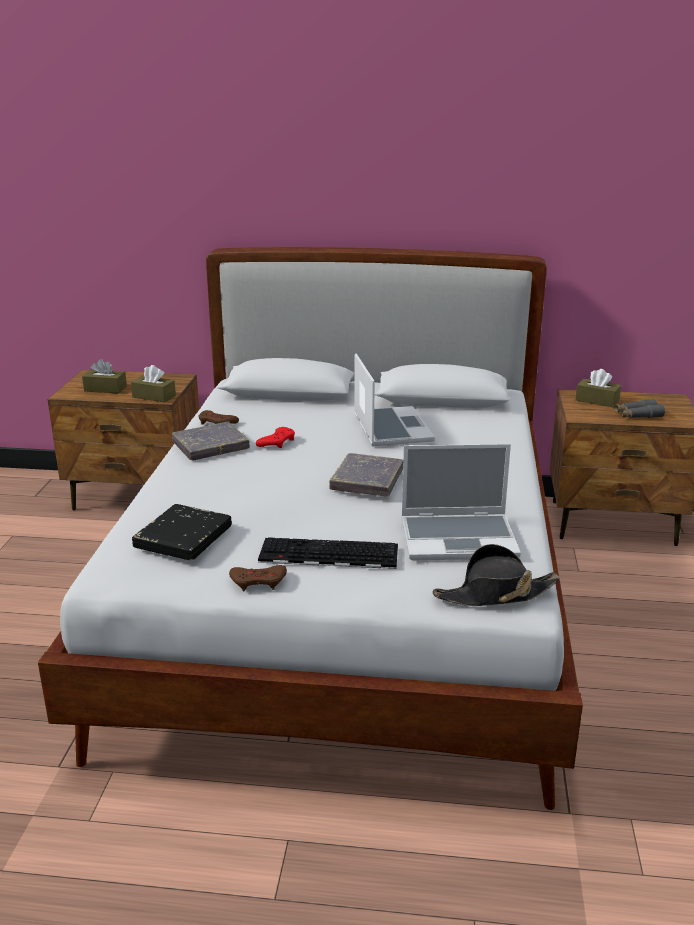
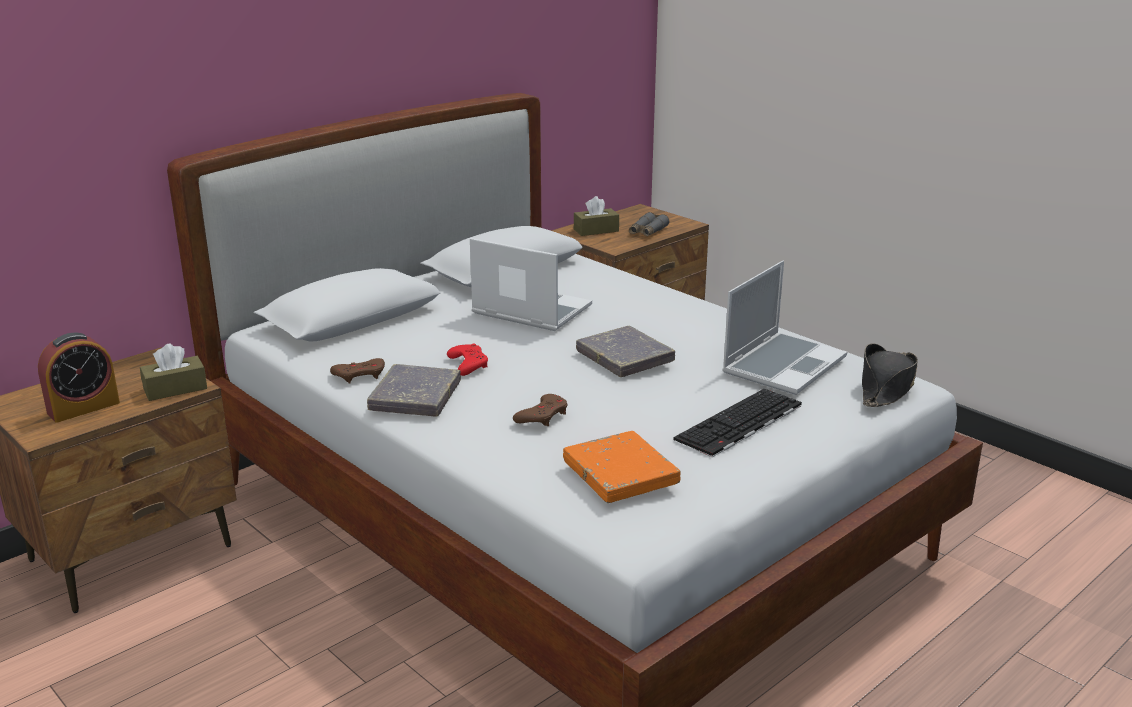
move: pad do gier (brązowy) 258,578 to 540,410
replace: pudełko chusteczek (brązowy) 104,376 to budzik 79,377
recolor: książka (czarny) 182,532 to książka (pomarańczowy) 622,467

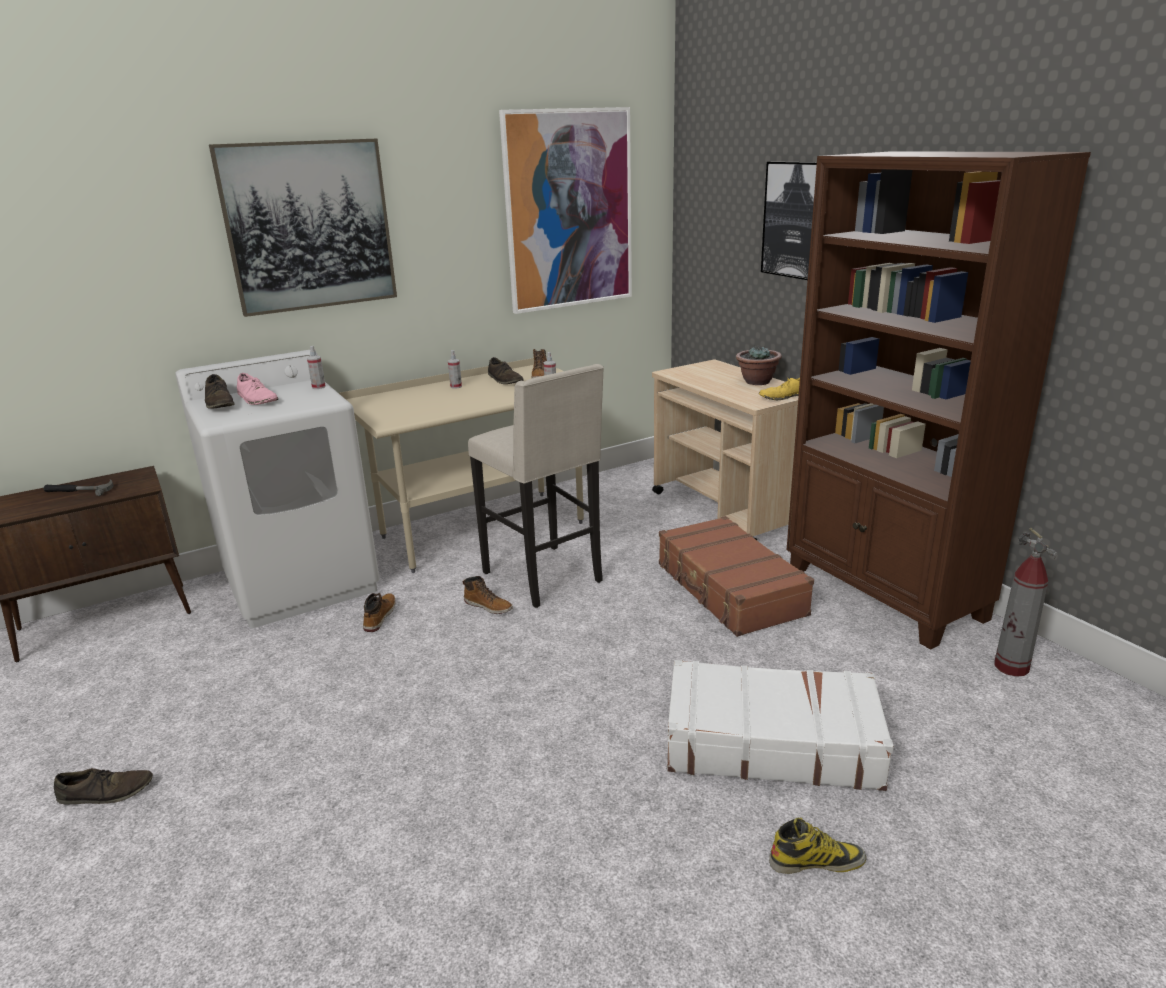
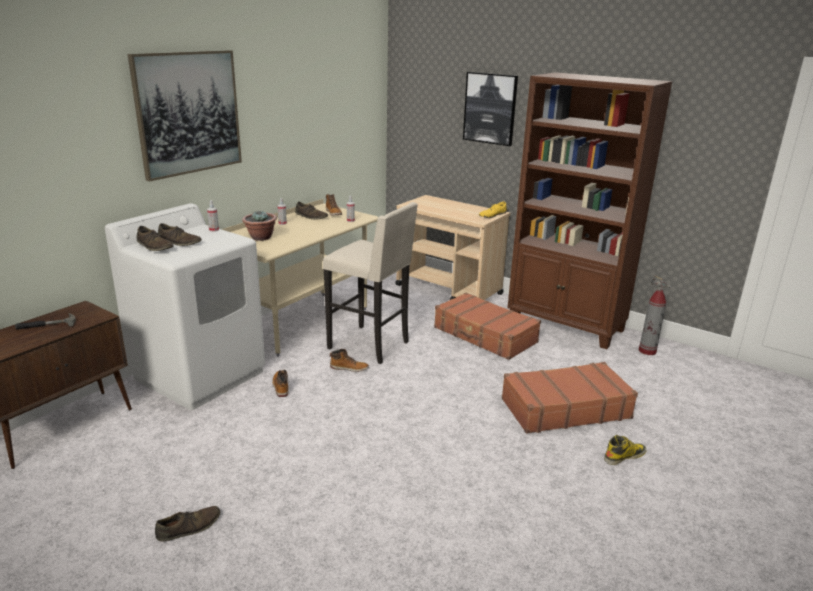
delete: obraz 565,210
move: roślina doniczkowa 759,365 to 259,225
recolor: but (różowy) 257,389 to but (brązowy) 180,234; walizka (biały) 780,725 to walizka (brązowy) 570,398

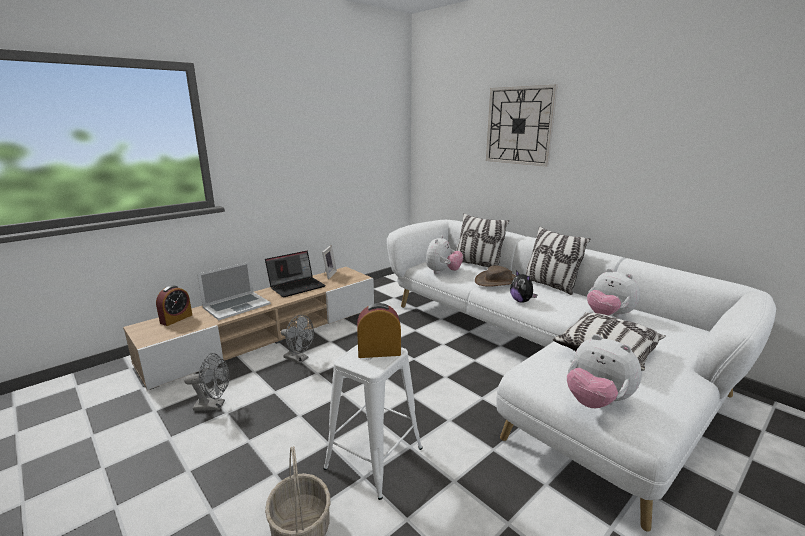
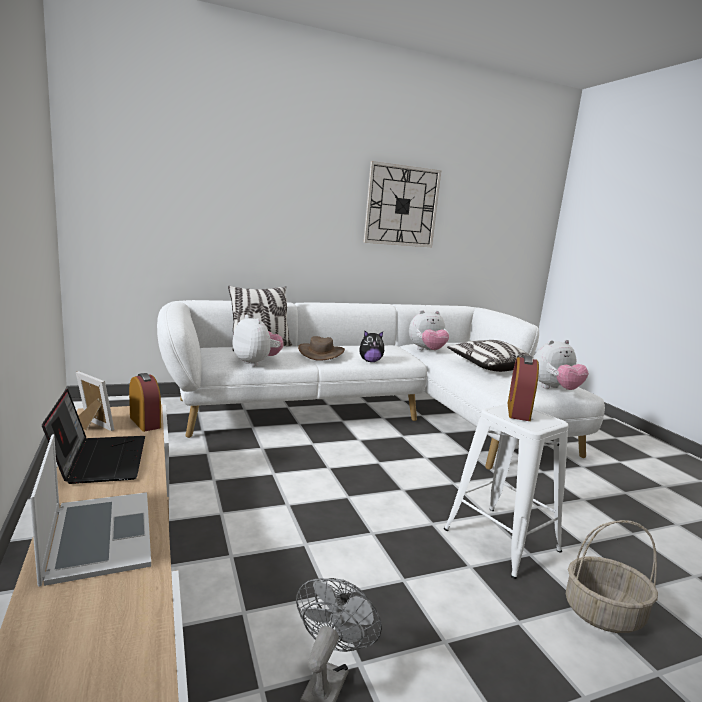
delete: wentylator (szary) 297,339; poduszka 557,260
move: budzik 174,305 to 145,402; zegar ścienny 522,126 to 402,204

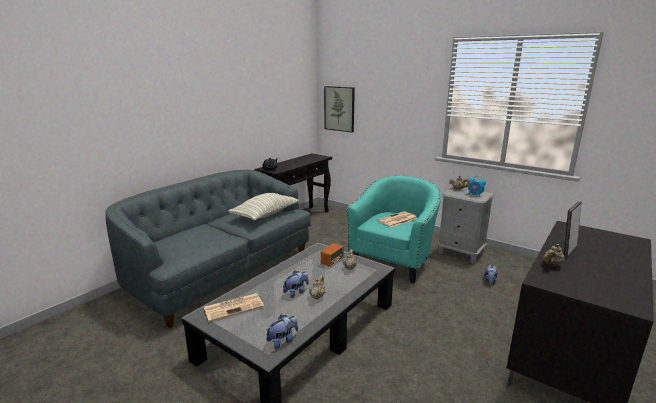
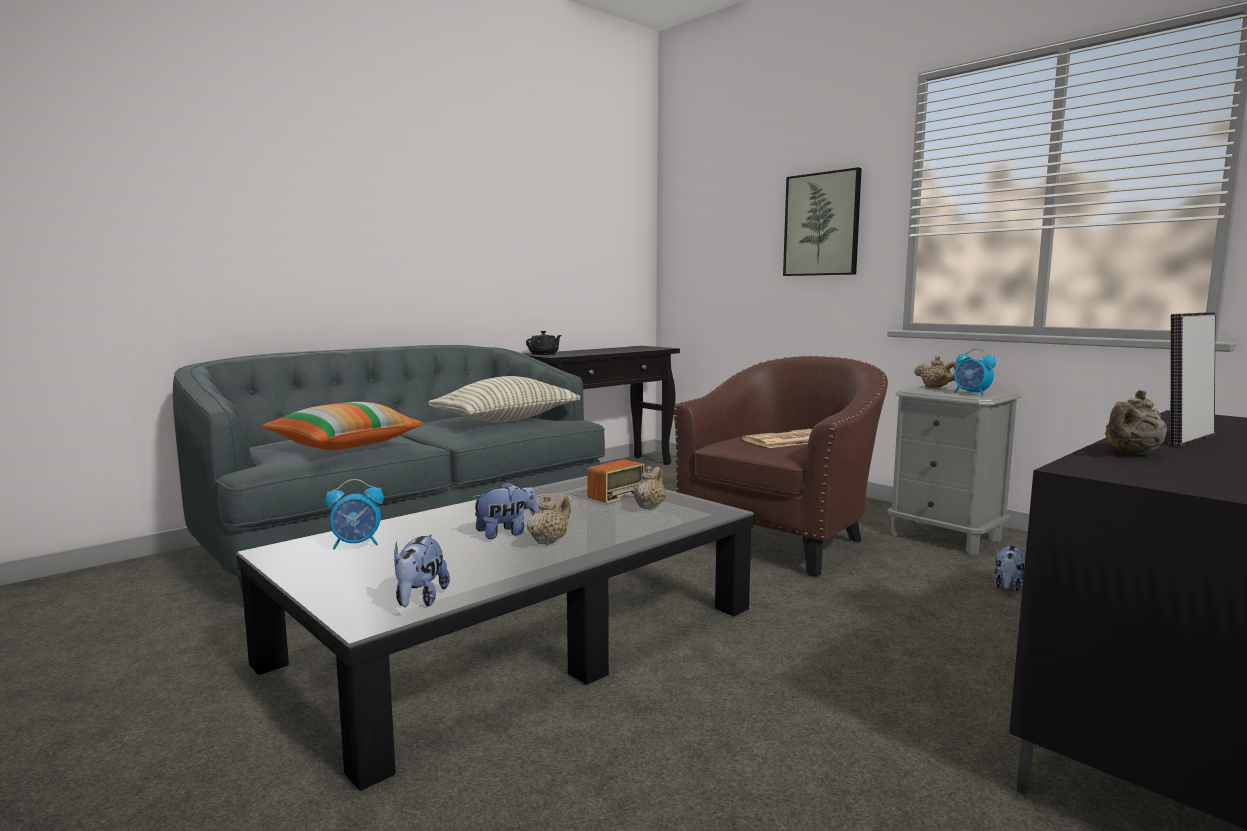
insert: poduszka 343,426
move: obraz 339,109 to 822,221
replace: gazeta 234,307 to budzik 354,514
recolor: fotel (turkusowy) 394,229 to fotel (brązowy) 781,466
rotate: pluszak 282,332 = 422,570 120 degrees clockwise

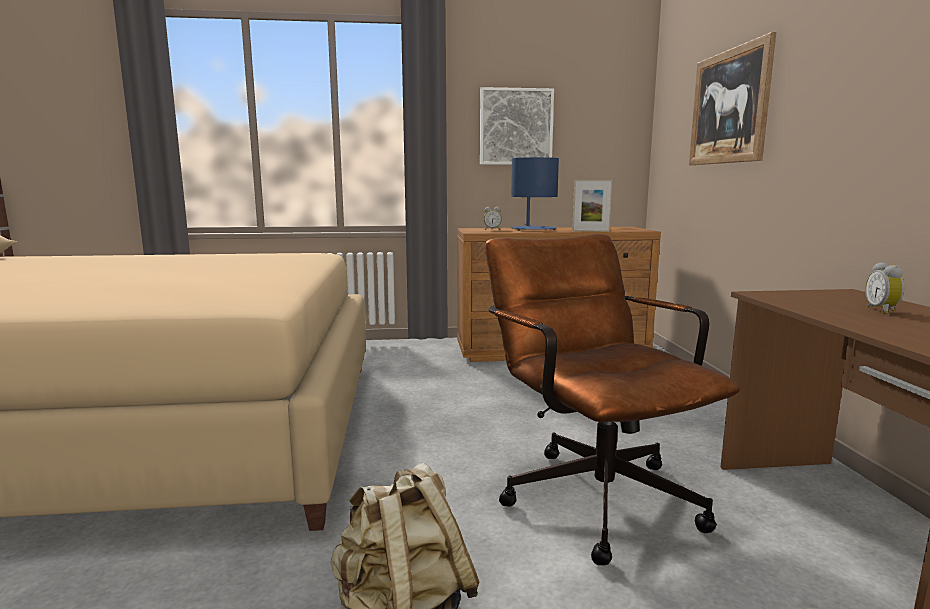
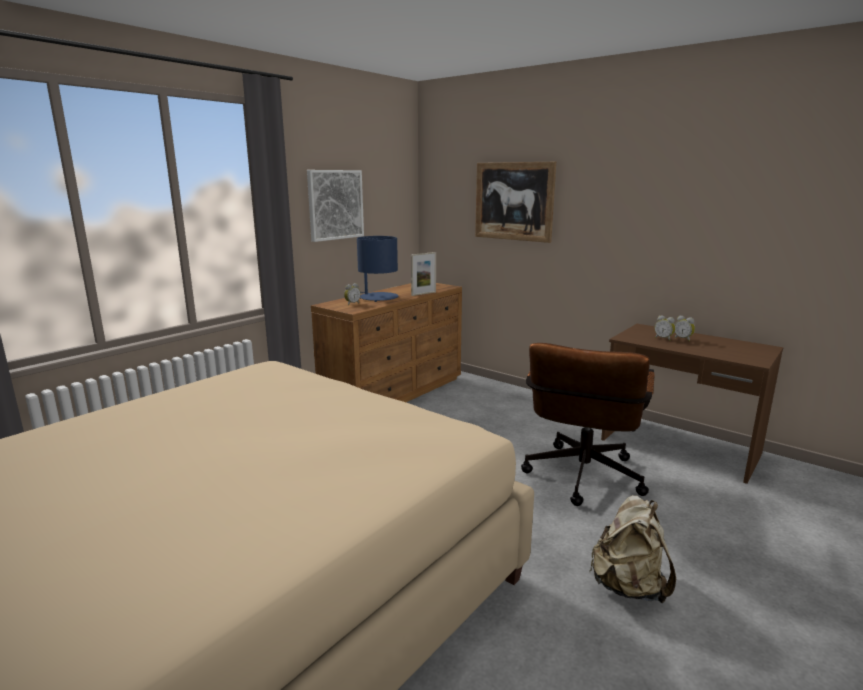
insert: budzik 664,328
rotate: krzesło biurowe (brązowy) 612,400 = 588,424 90 degrees counterclockwise

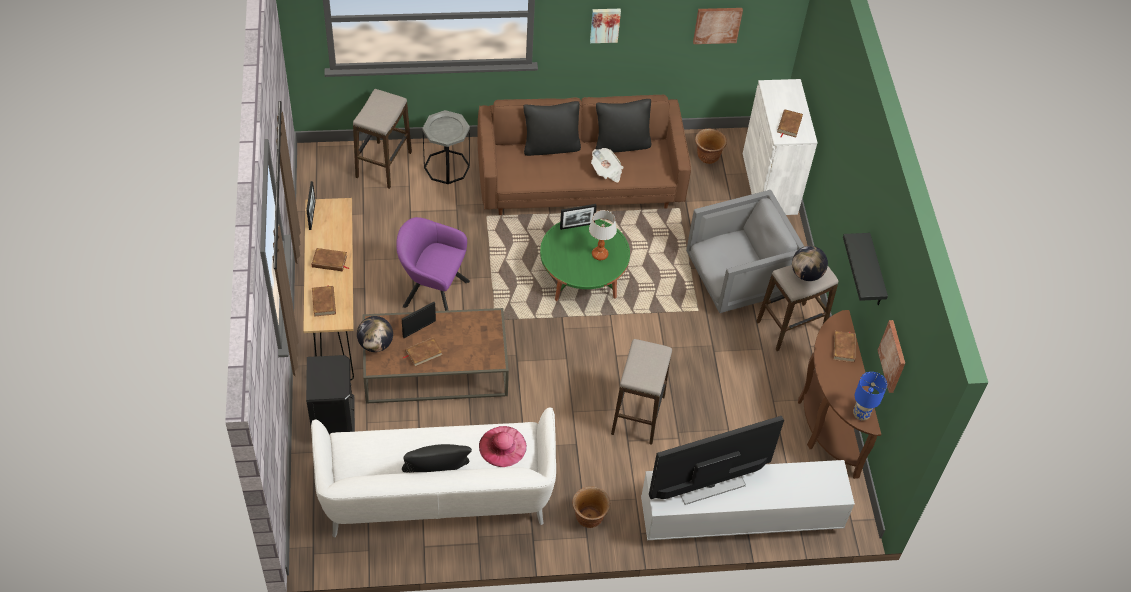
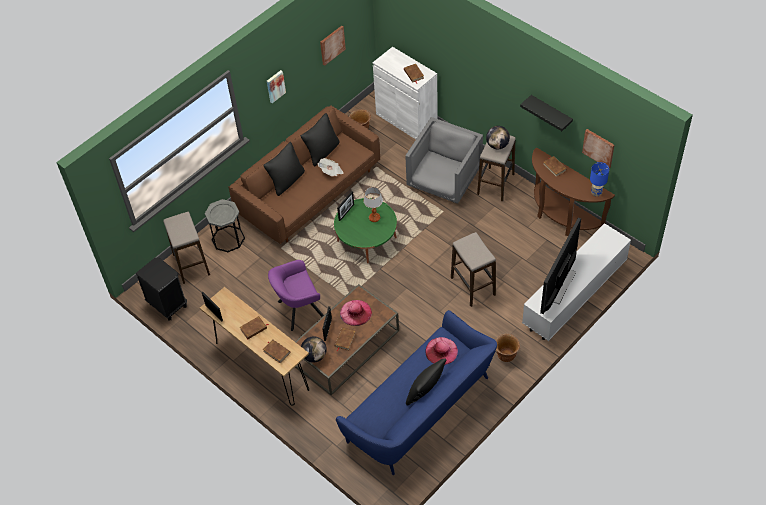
insert: kapelusz (różowy) 356,313
move: szafka nocna (czarny) 330,394 to 161,289
recolor: kanapa (biały) 433,472 to kanapa (niebieski) 416,392

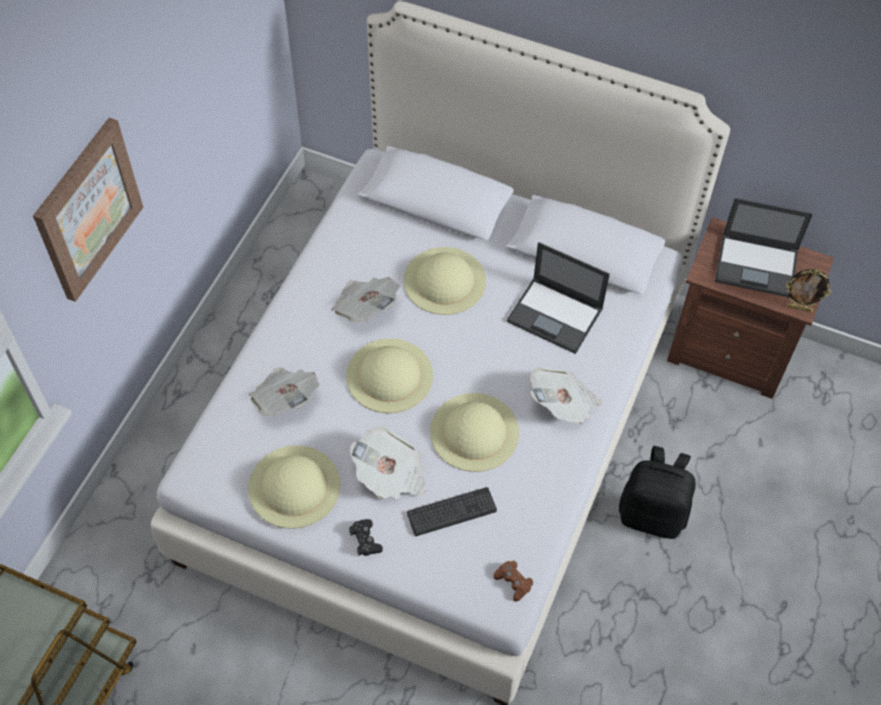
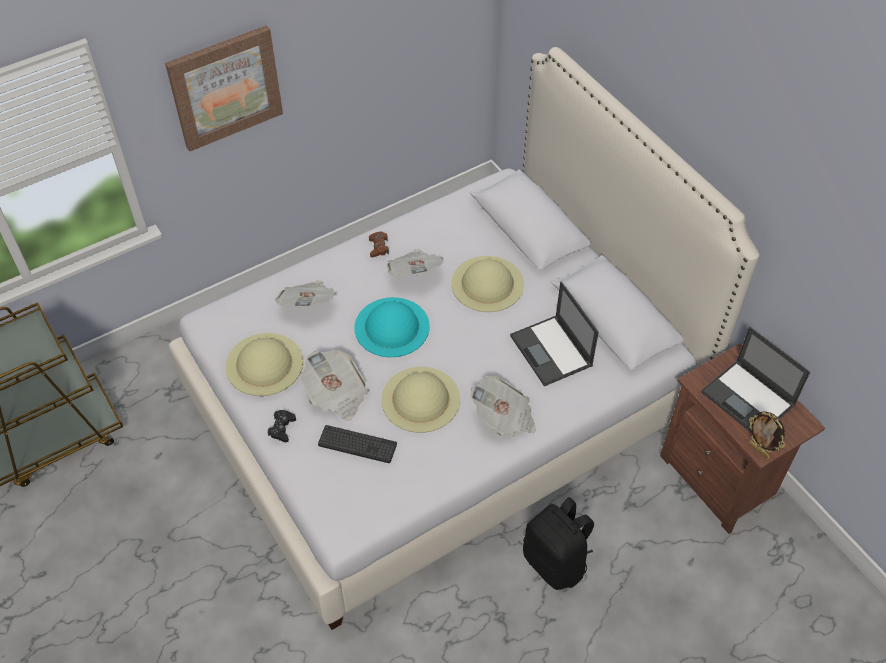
move: pad do gier (brązowy) 513,581 to 379,245
recolor: kapelusz (beżowy) 389,375 to kapelusz (turkusowy) 392,327

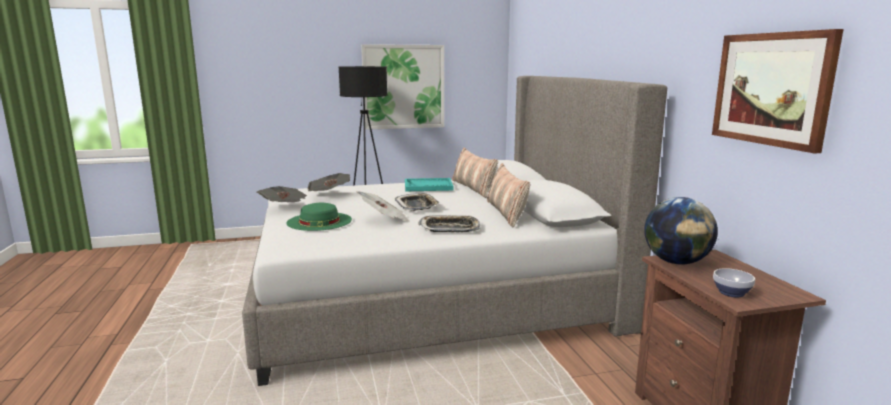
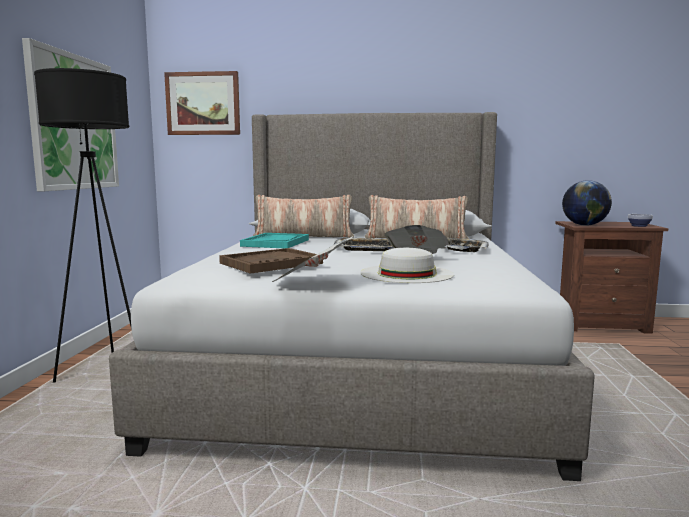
move: obraz 778,91 to 202,103
replace: gazeta 328,182 to taca (brązowy) 271,261
recolor: kapelusz (zielony) 319,217 to kapelusz (biały) 407,265

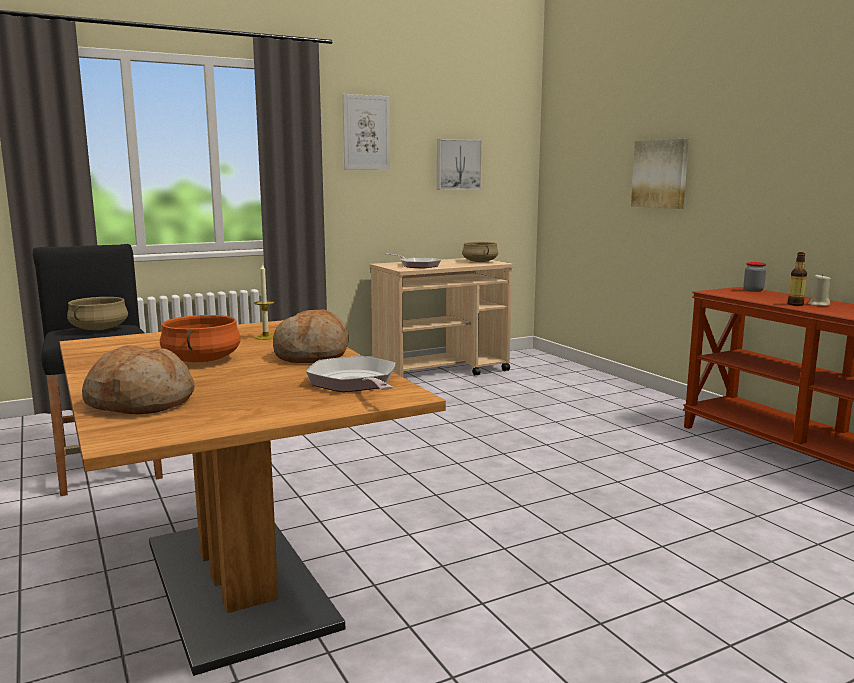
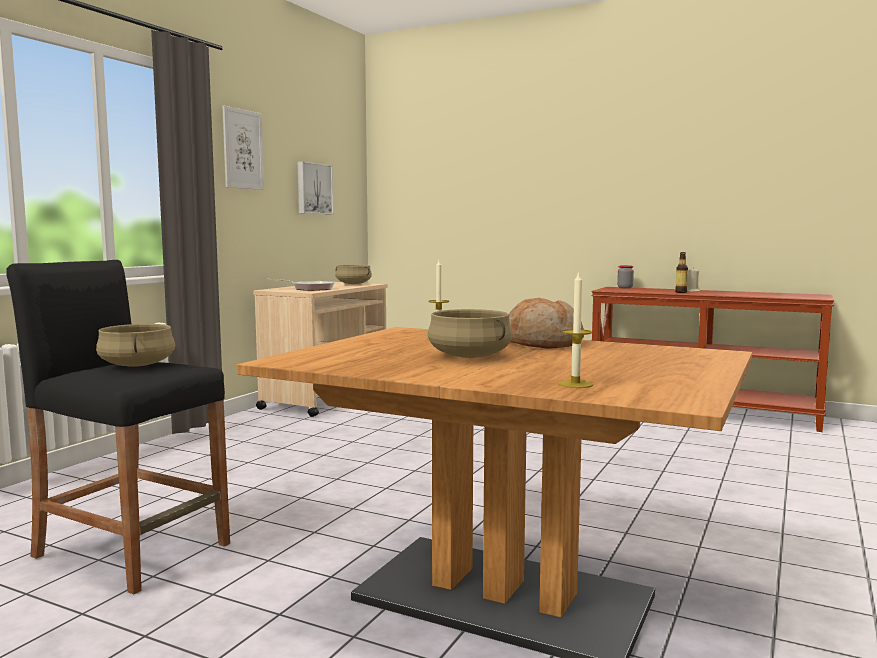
delete: patelnia 350,374; obraz 660,174
replace: chleb 138,379 to świeca 575,329
recolor: garnek (pomarańczowy) 200,338 to garnek (beżowy) 470,333

